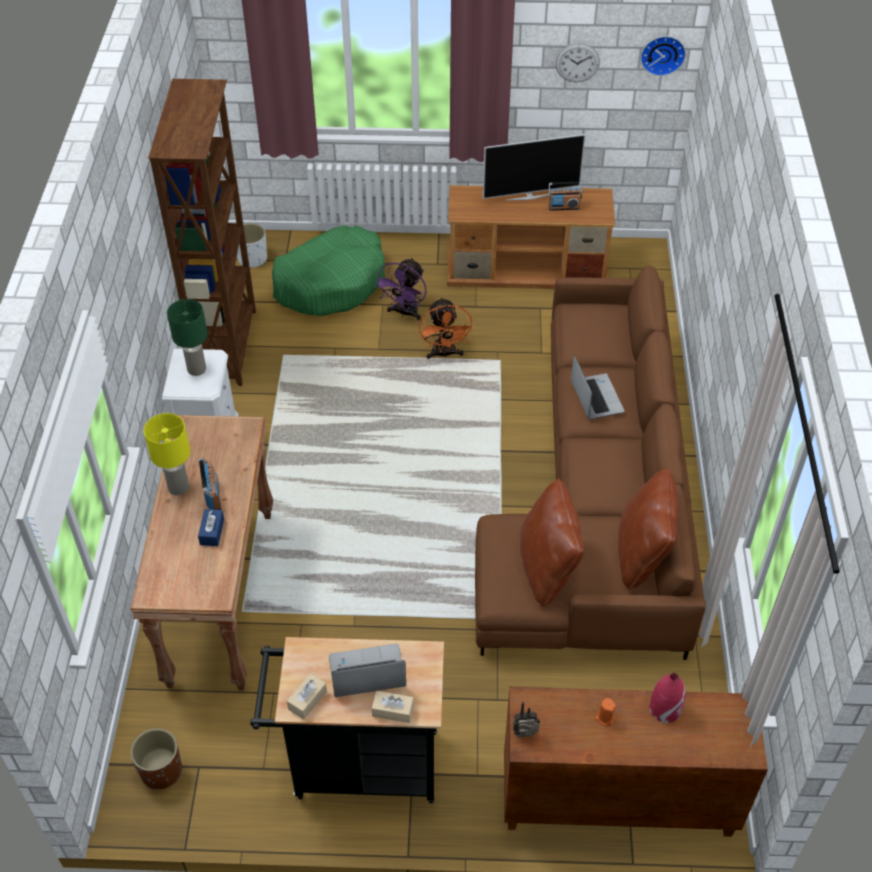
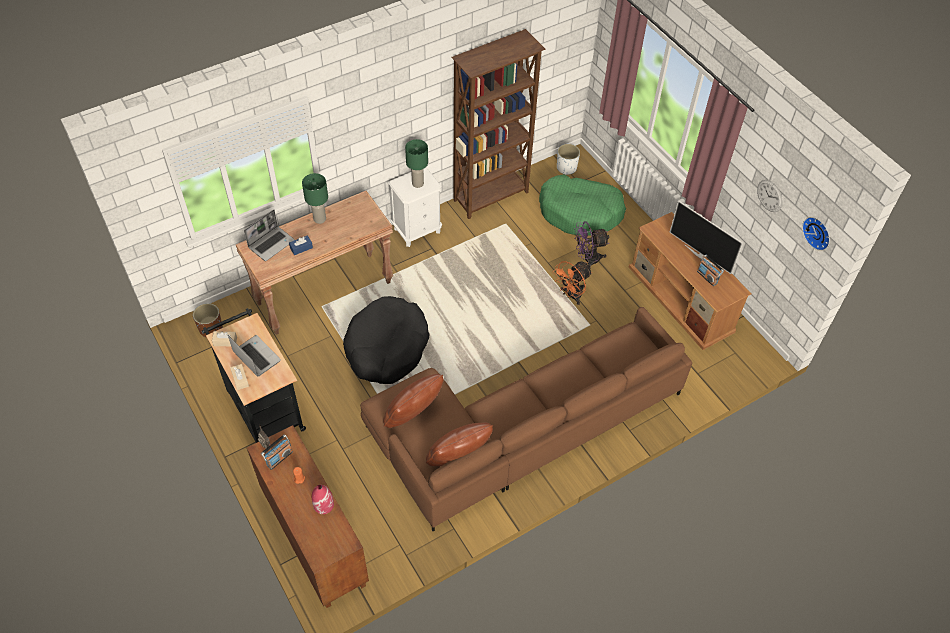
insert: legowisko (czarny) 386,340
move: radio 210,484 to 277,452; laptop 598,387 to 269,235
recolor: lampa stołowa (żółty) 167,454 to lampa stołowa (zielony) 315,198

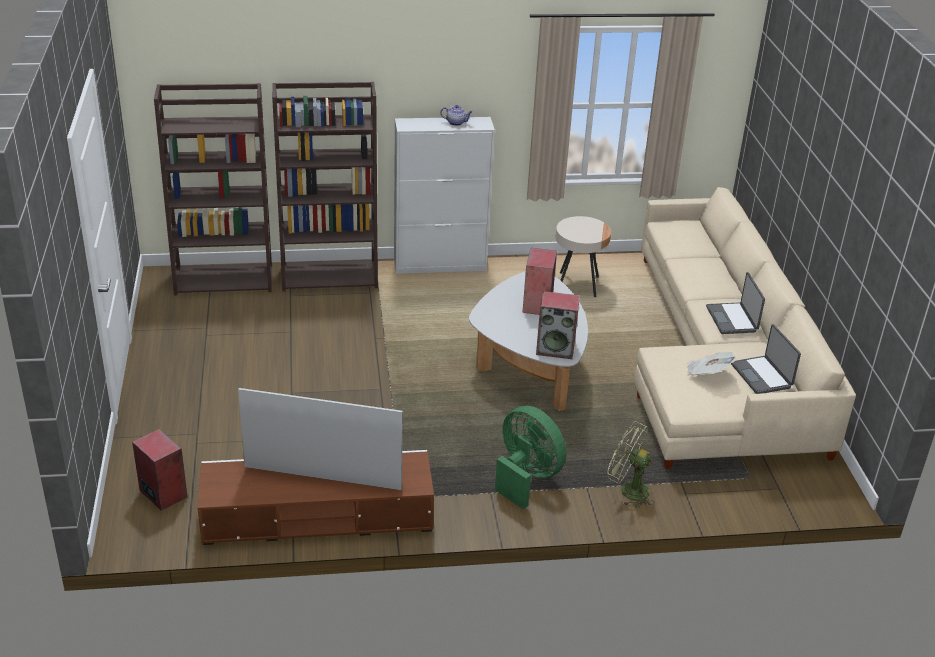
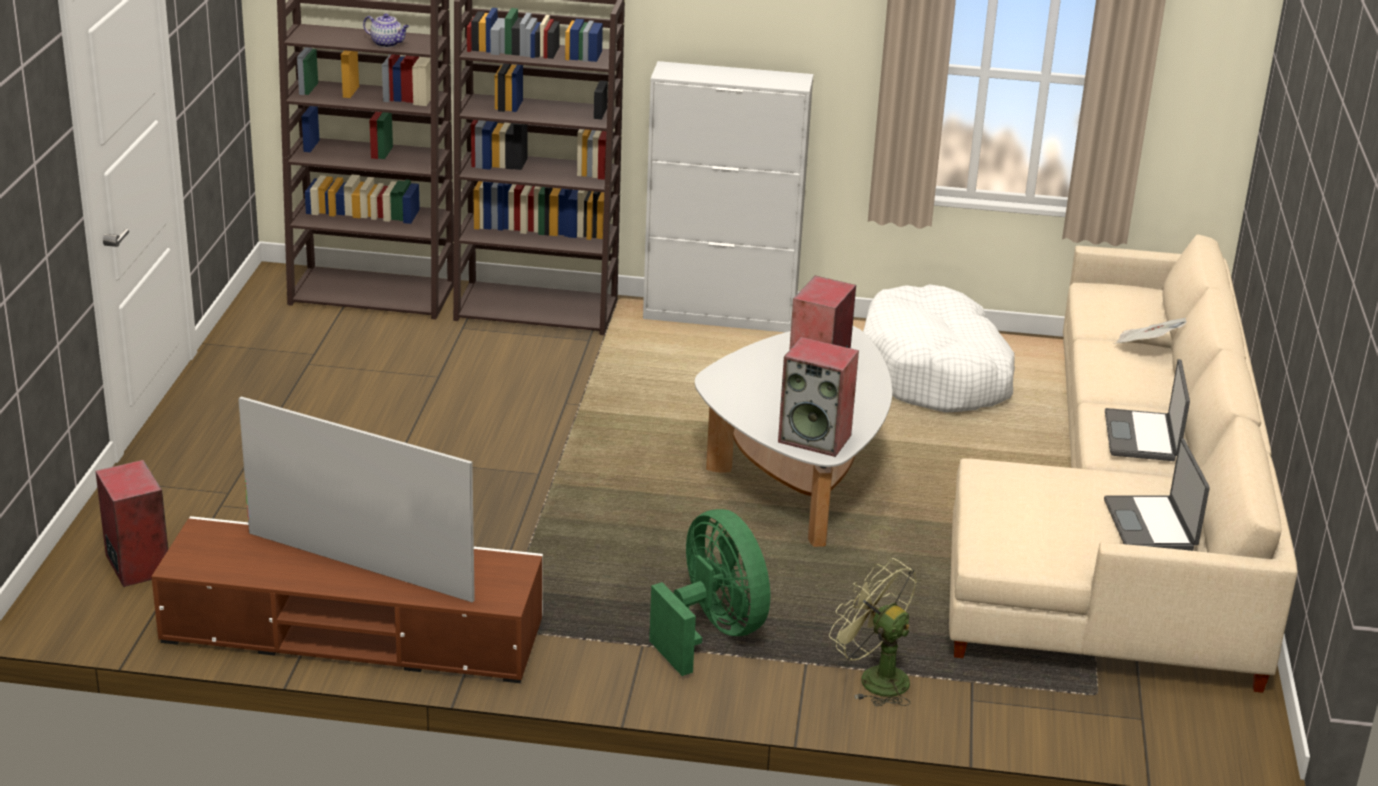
move: imbryk 456,115 to 386,31; gazeta 711,364 to 1150,331
replace: stolik (beżowy) 583,256 to legowisko (biały) 939,348

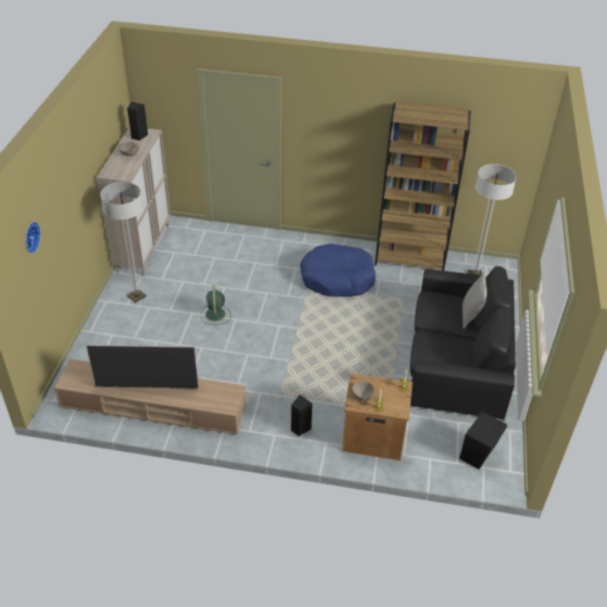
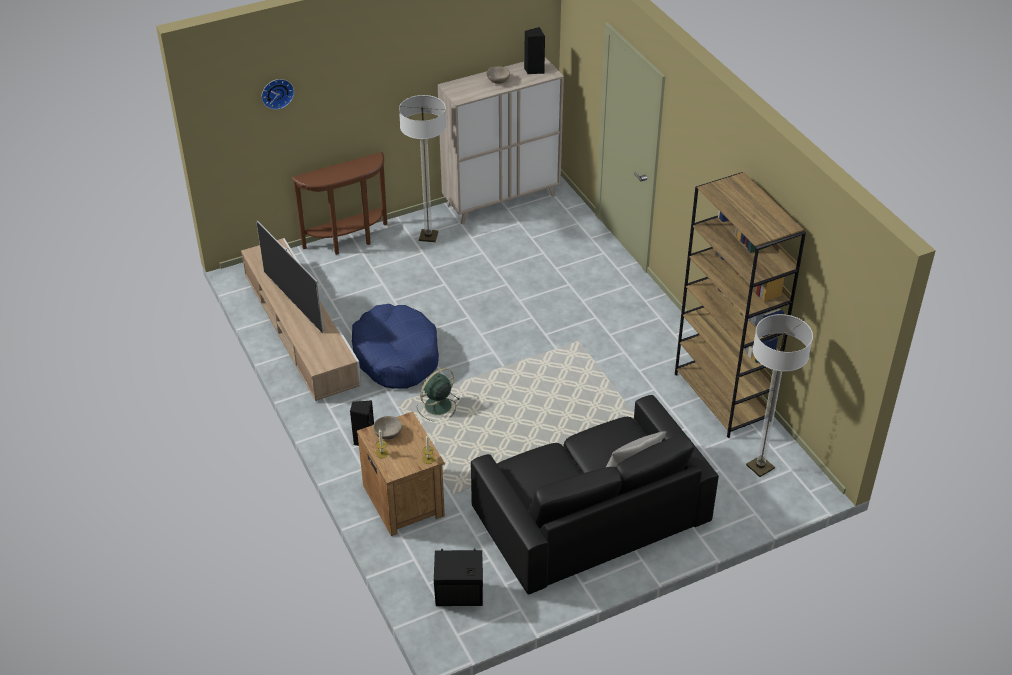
insert: stolik konsolowy (brązowy) 339,203
move: wentylator (zielony) 216,305 to 438,395; legowisko (niebieski) 338,270 to 395,346

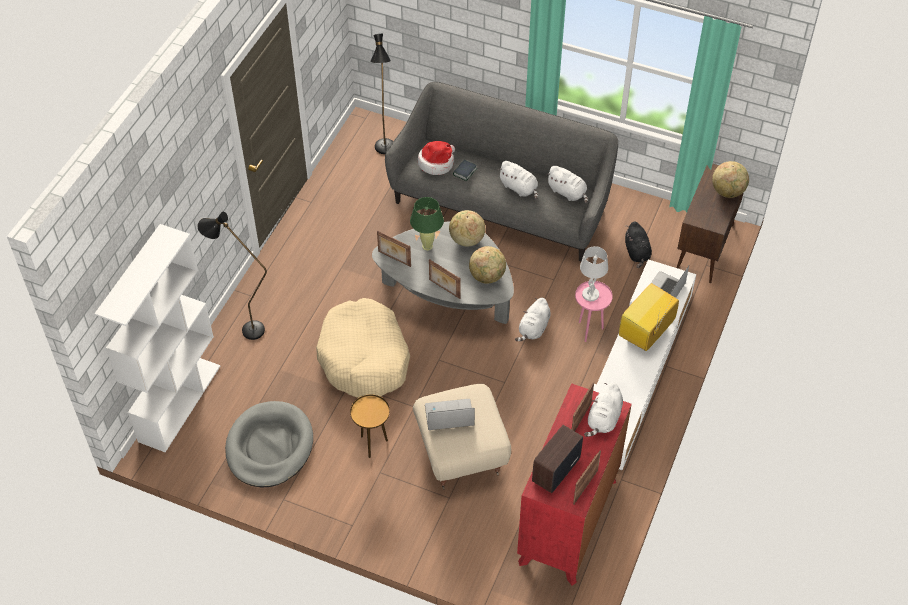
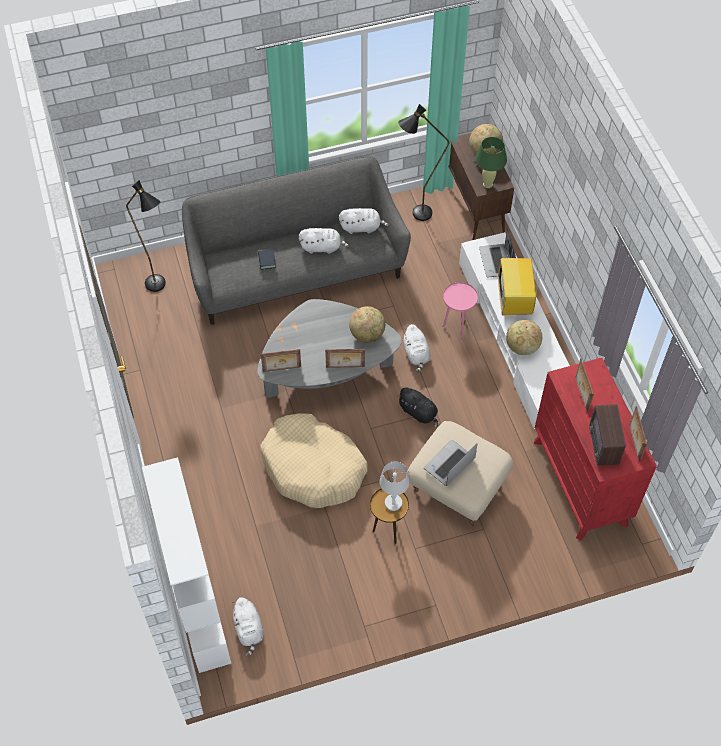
delete: legowisko (szary) 269,444; kapelusz 436,158
move: lampa stojąca (czarny) 232,276 to 423,162; lampa stołowa (zielony) 427,224 to 491,162; globus 467,228 to 524,337; lampa stołowa (biały) 594,273 to 395,486; pluszak (biały) 603,409 to 248,627; pluszak (czarny) 638,244 to 417,408

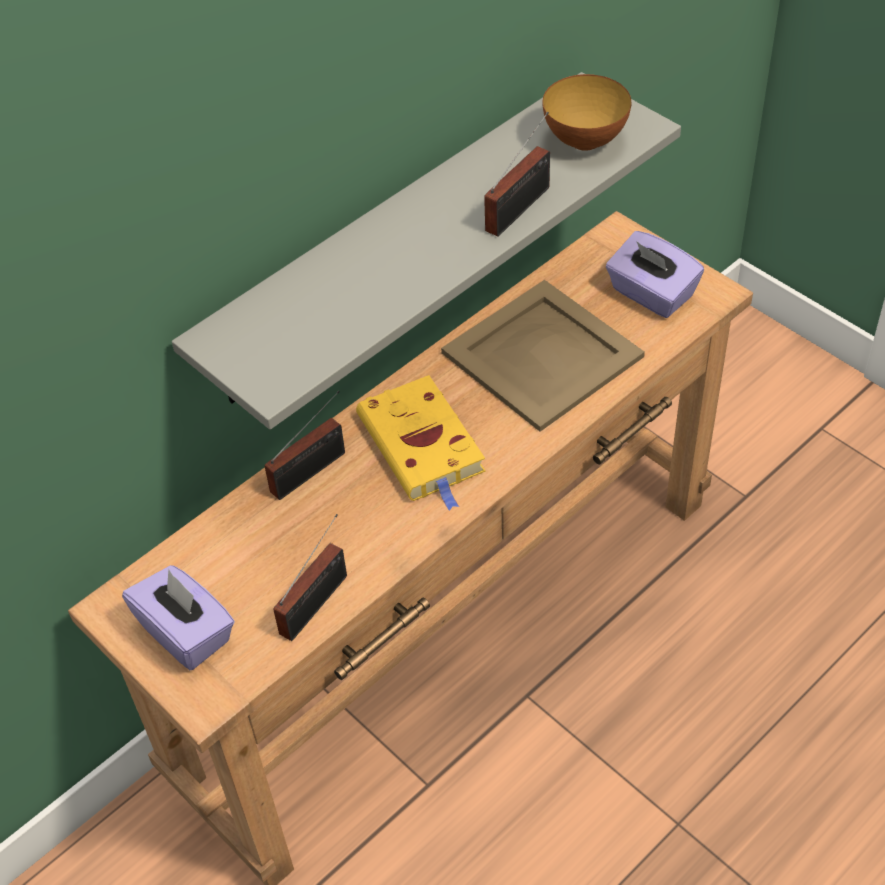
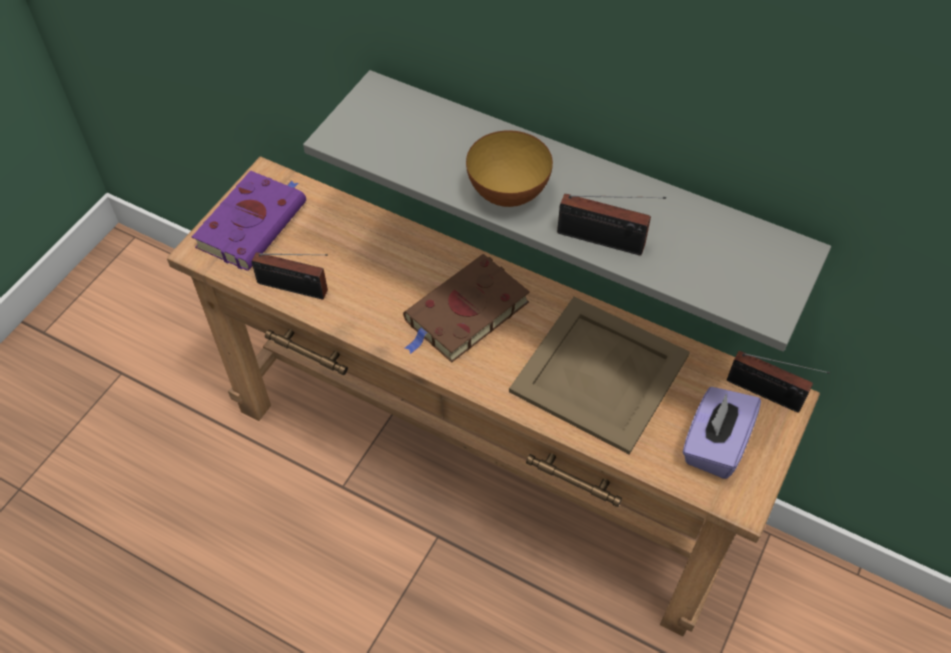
move: radio 305,445 to 778,382; miska 587,112 to 509,168
replace: pudełko chusteczek (fioletowy) 178,617 to książka (fioletowy) 249,220
recolor: książka (żółty) 420,443 to książka (brązowy) 466,308

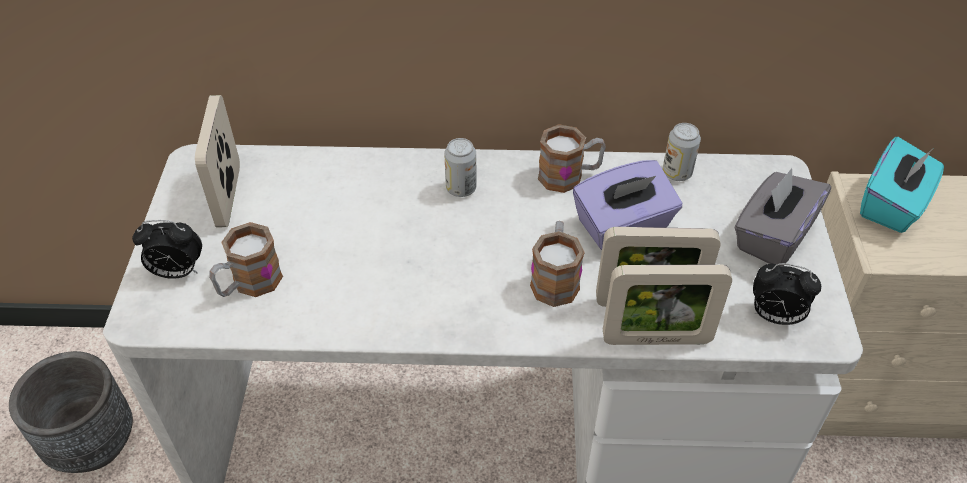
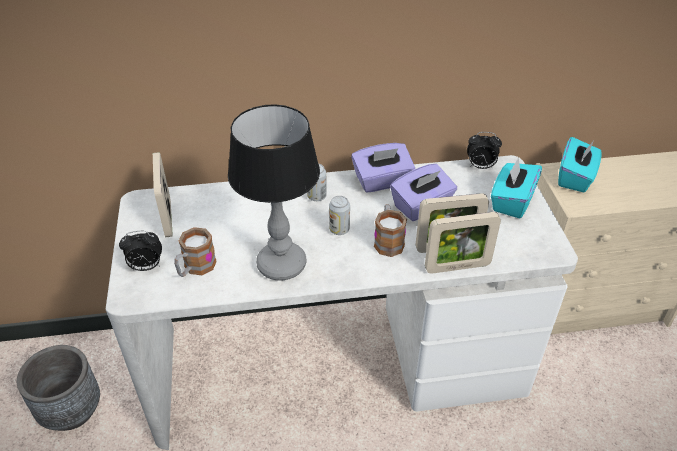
insert: lampa stołowa 274,192
move: puszka 682,152 to 339,215; budzik 787,294 to 484,150
replace: kubek 572,158 to pudełko chusteczek (fioletowy) 383,167
recolor: pudełko chusteczek (szary) 783,217 to pudełko chusteczek (turkusowy) 516,188

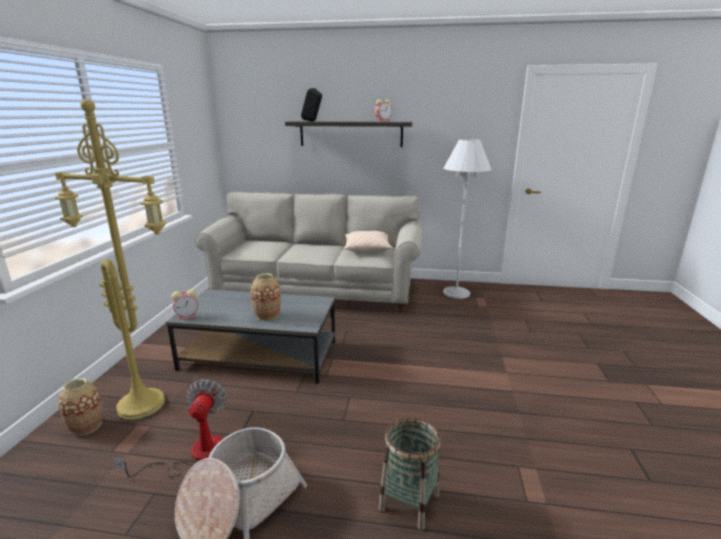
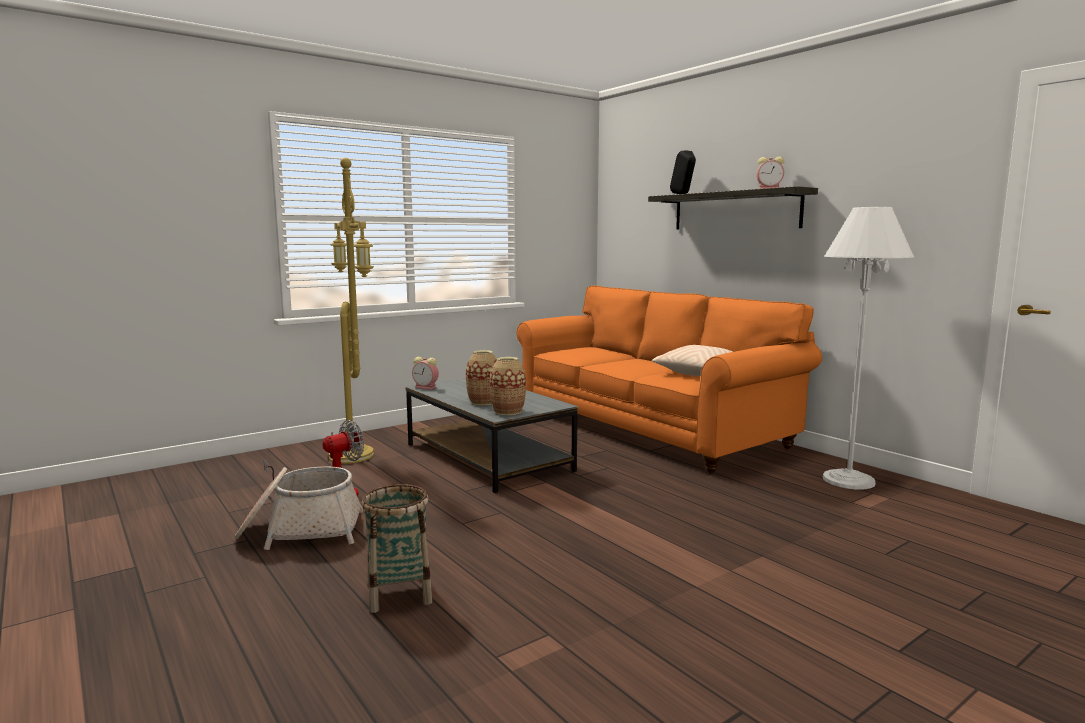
move: wazon 80,407 to 508,386
recolor: kanapa (beżowy) 308,252 to kanapa (pomarańczowy) 669,379

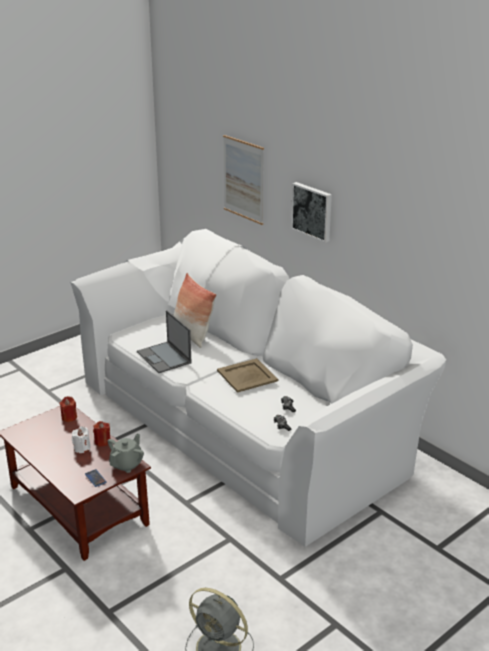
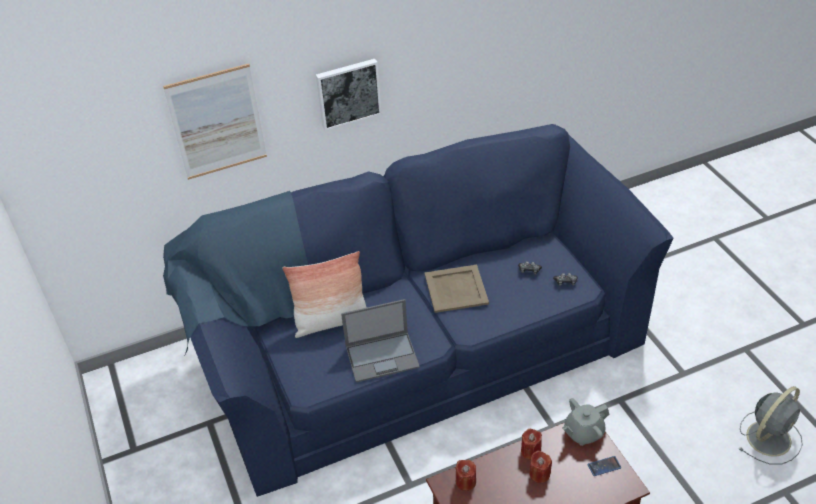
recolor: kanapa (biały) 258,388 to kanapa (niebieski) 418,310; świeca (biały) 81,439 to świeca (czerwony) 540,466
rotate: imbryk (szary) 125,453 = 585,422 75 degrees counterclockwise

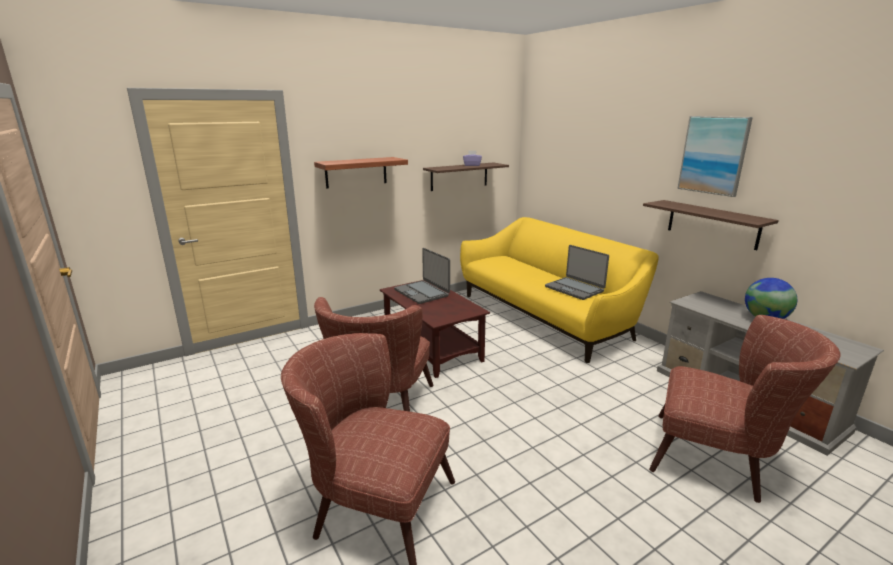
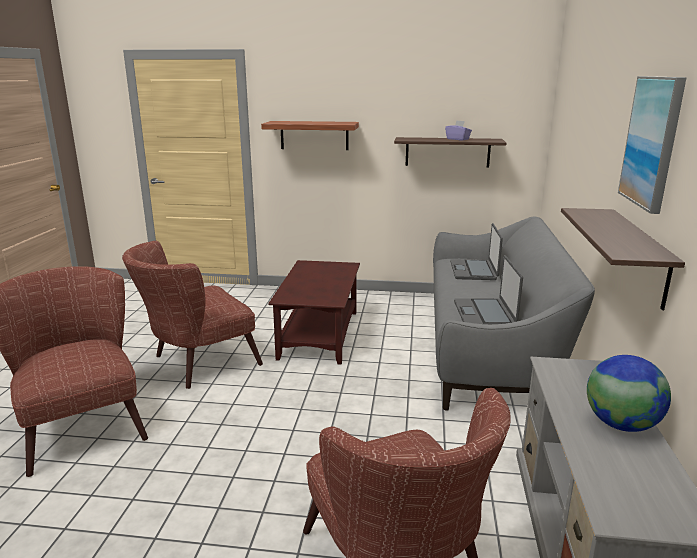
move: laptop 422,276 to 476,251
recolor: kanapa (żółty) 559,290 to kanapa (szary) 514,313

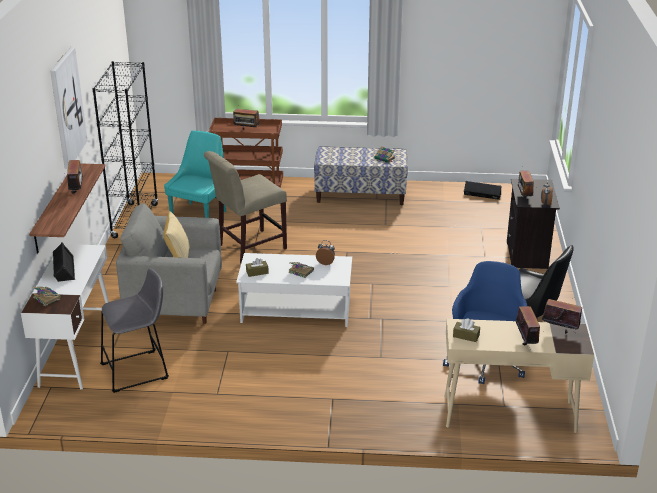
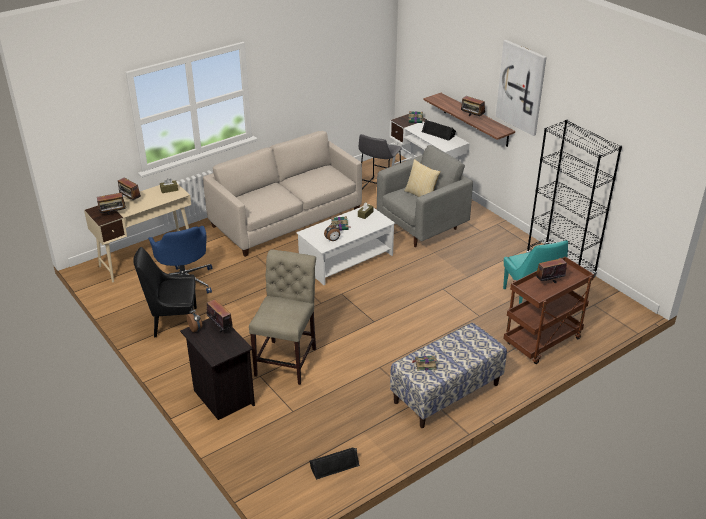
insert: kanapa (beżowy) 282,194
move: krzesło (beżowy) 245,207 to 282,317

